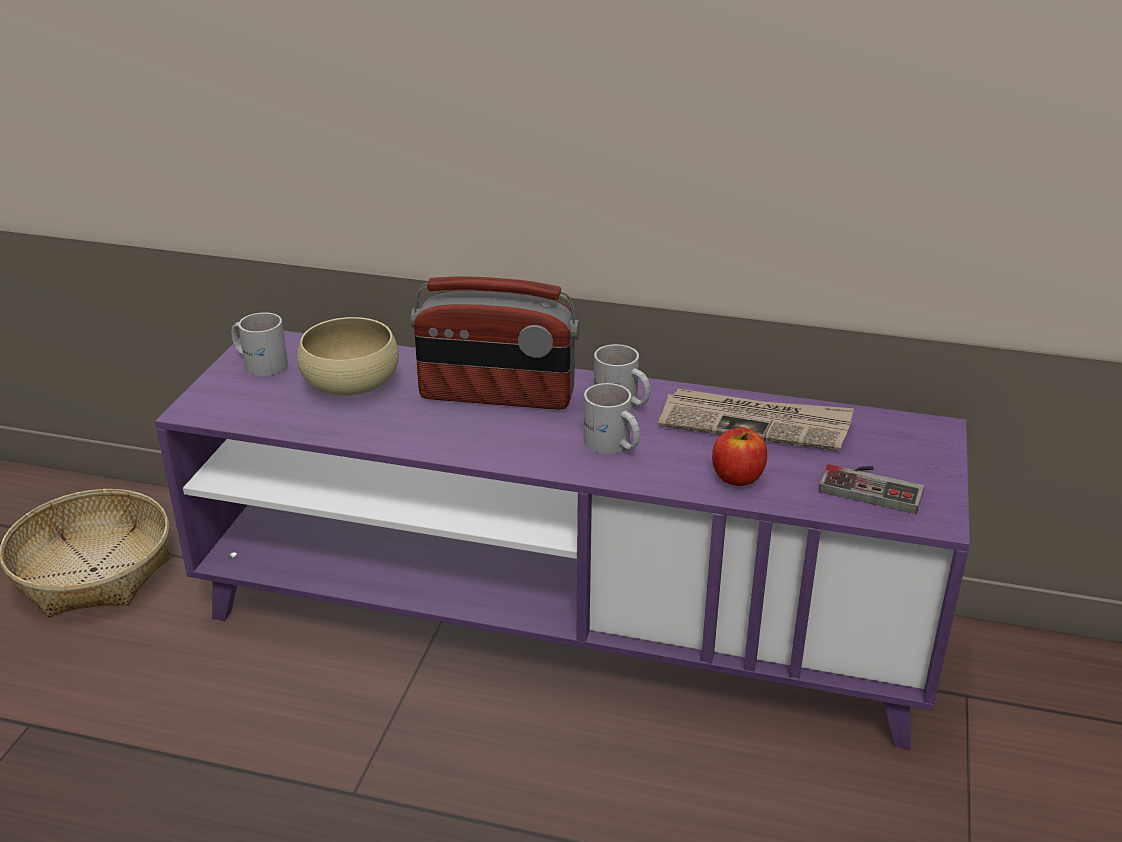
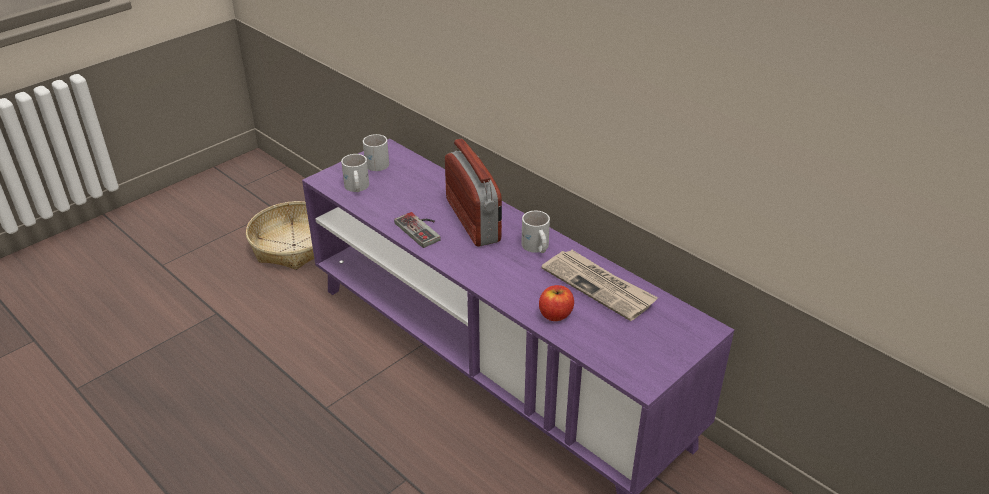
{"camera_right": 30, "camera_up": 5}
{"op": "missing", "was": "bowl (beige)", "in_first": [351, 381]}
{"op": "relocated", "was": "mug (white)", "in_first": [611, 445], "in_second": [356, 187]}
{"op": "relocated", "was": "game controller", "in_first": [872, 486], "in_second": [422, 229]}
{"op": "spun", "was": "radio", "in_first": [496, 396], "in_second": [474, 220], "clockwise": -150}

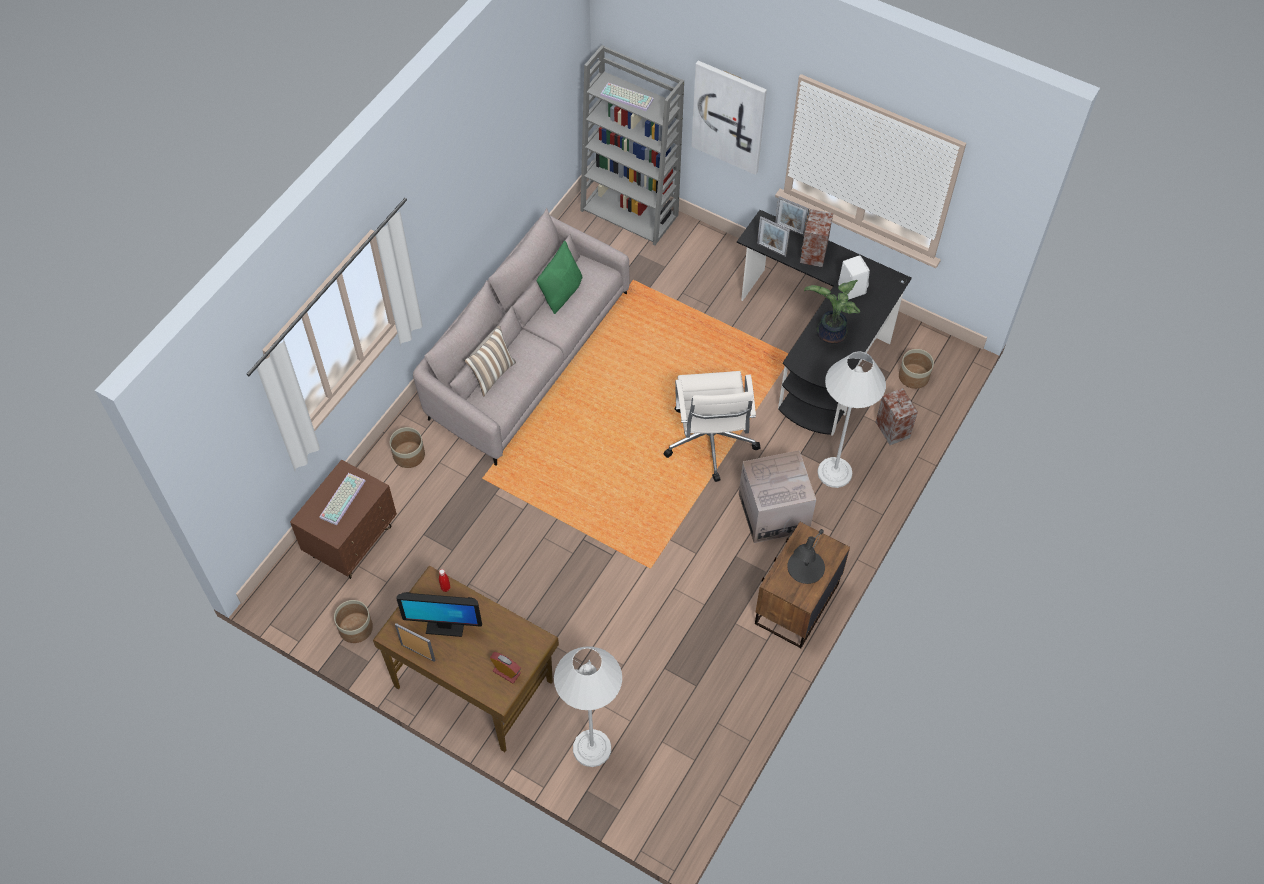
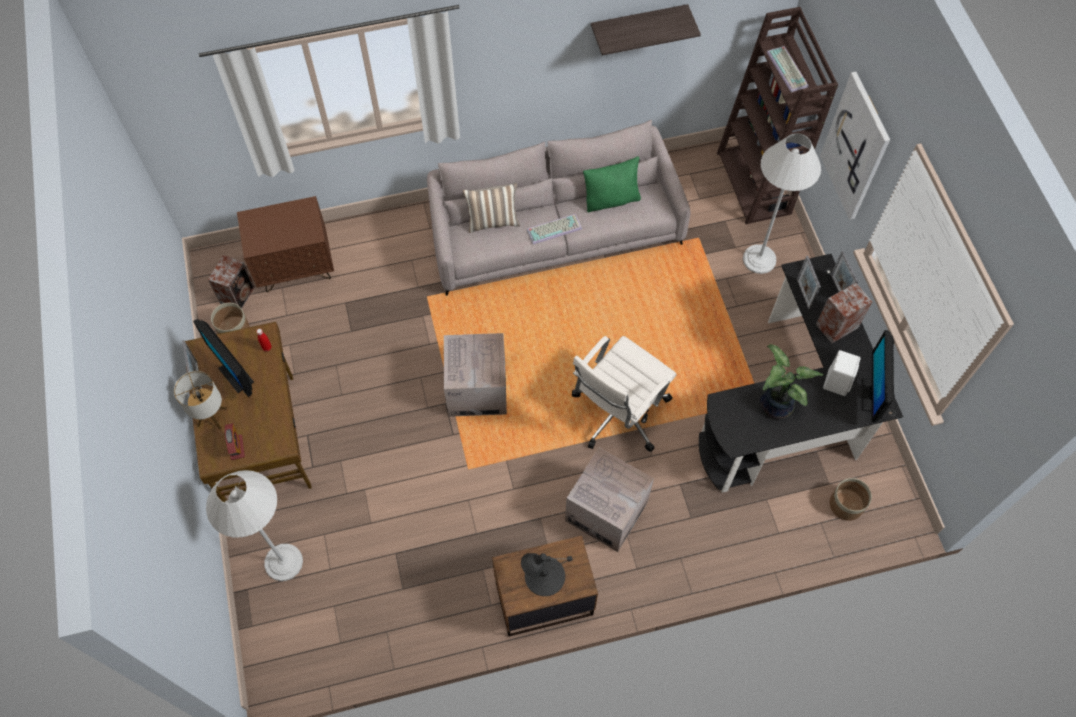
{"camera_right": 45, "camera_up": 5}
{"op": "missing", "was": "planter", "in_first": [409, 455]}
{"op": "appeared", "now": "table lamp", "in_second": [212, 417]}
{"op": "appeared", "now": "cardboard box", "in_second": [477, 389]}
{"op": "appeared", "now": "shelf", "in_second": [638, 25]}
{"op": "appeared", "now": "monitor", "in_second": [872, 395]}
{"op": "relocated", "was": "keyboard", "in_first": [342, 498], "in_second": [554, 228]}
{"op": "relocated", "was": "floor lamp (white)", "in_first": [834, 472], "in_second": [759, 259]}
{"op": "relocated", "was": "speaker", "in_first": [892, 428], "in_second": [238, 294]}
{"op": "colour", "was": "bookcase (grey)", "now": "bookcase (brown)", "in_first": [630, 212], "in_second": [754, 183]}

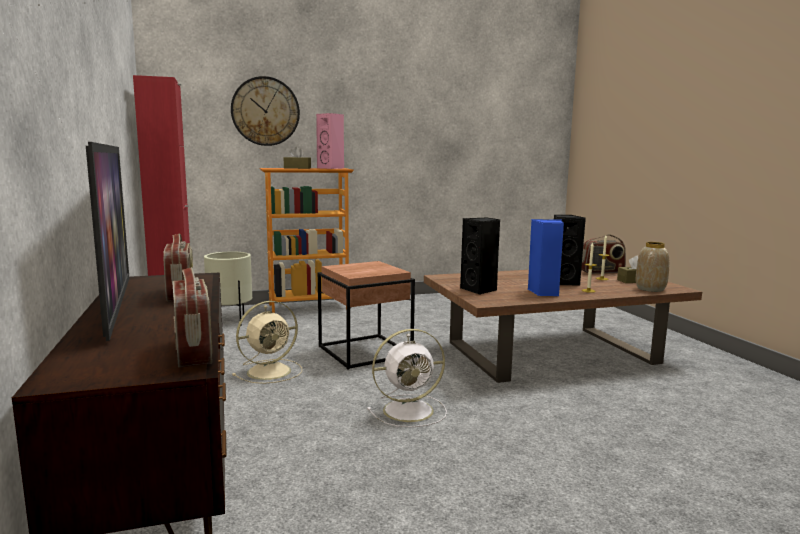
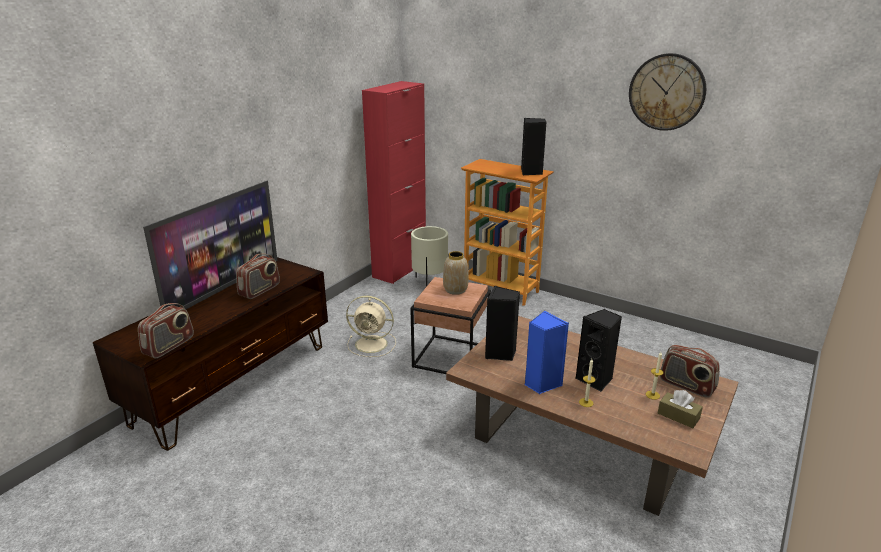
{"camera_right": 50, "camera_up": 15}
{"op": "missing", "was": "tissue box (brown)", "in_first": [297, 168]}
{"op": "missing", "was": "fan (white)", "in_first": [410, 410]}
{"op": "relocated", "was": "wall clock", "in_first": [265, 111], "in_second": [666, 92]}
{"op": "relocated", "was": "vase", "in_first": [651, 289], "in_second": [455, 290]}
{"op": "colour", "was": "speaker (pink)", "now": "speaker (black)", "in_first": [331, 168], "in_second": [531, 172]}

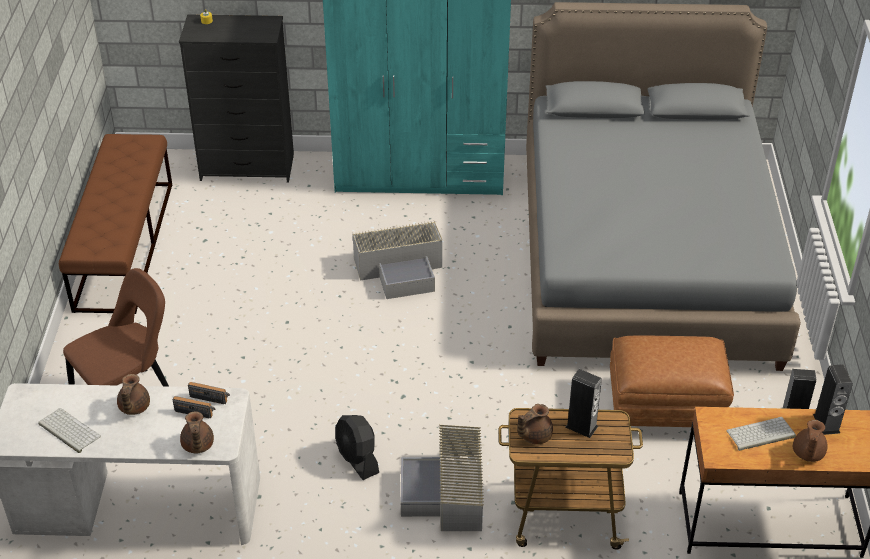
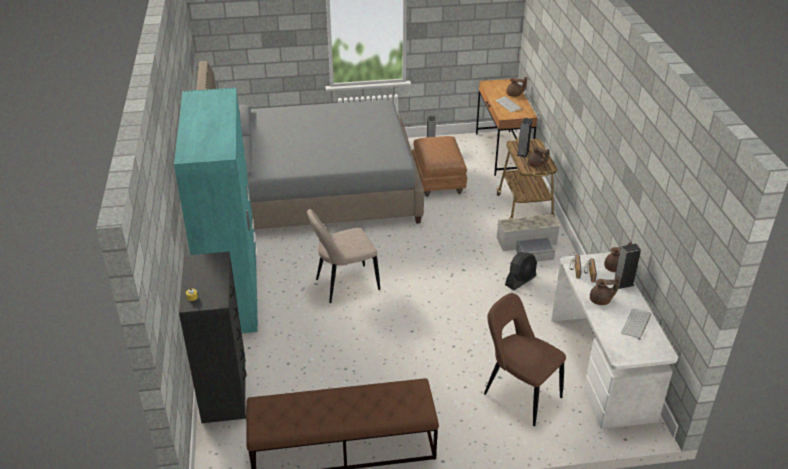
{"camera_right": -100, "camera_up": -5}
{"op": "relocated", "was": "speaker", "in_first": [826, 423], "in_second": [623, 283]}
{"op": "exchanged", "was": "storage box (grey)", "now": "chair (beige)", "in_first": [401, 269], "in_second": [344, 285]}

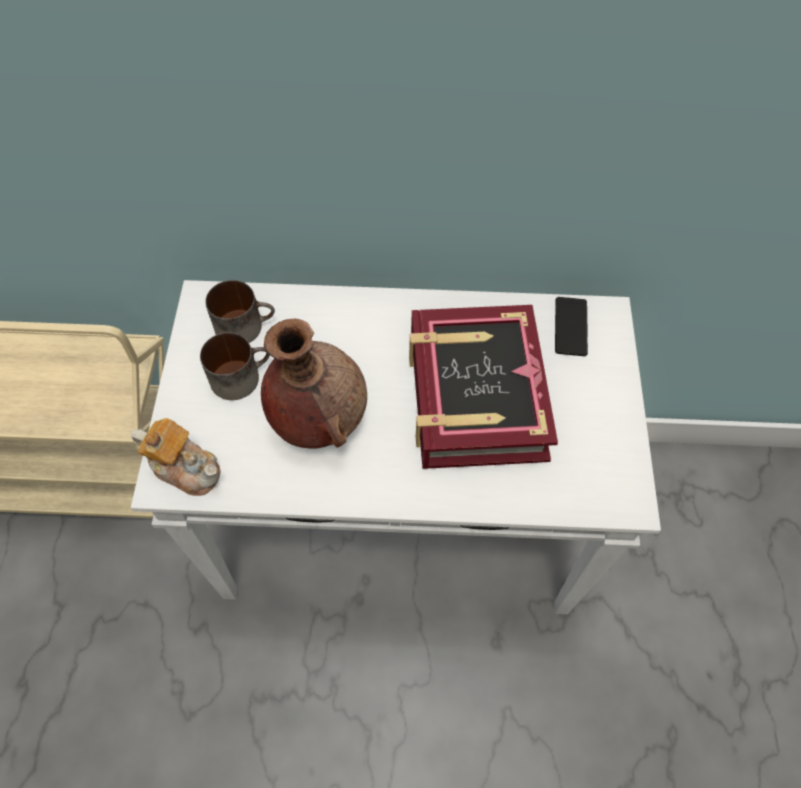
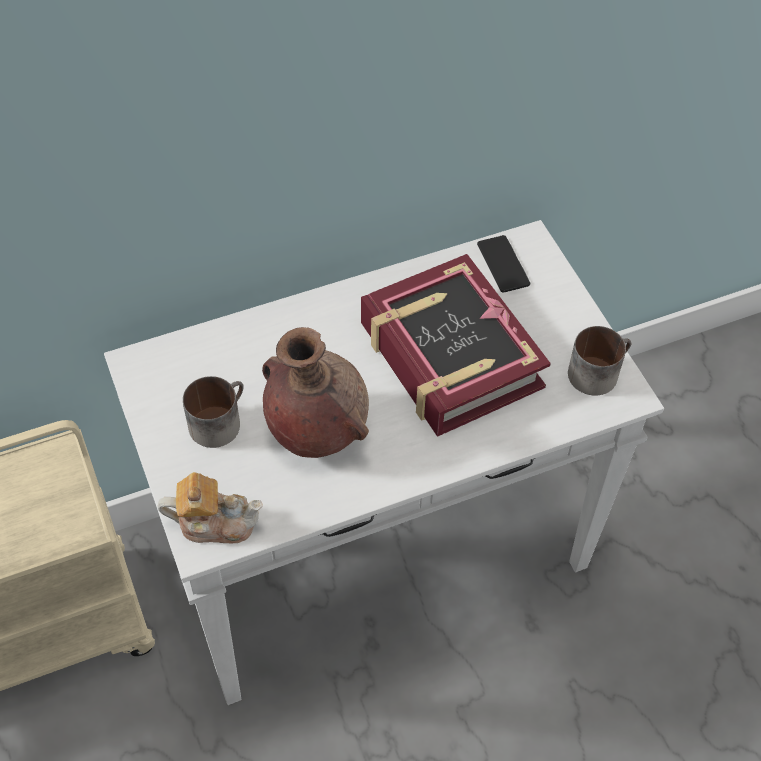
{"camera_right": -25, "camera_up": -5}
{"op": "relocated", "was": "mug", "in_first": [245, 325], "in_second": [597, 371]}

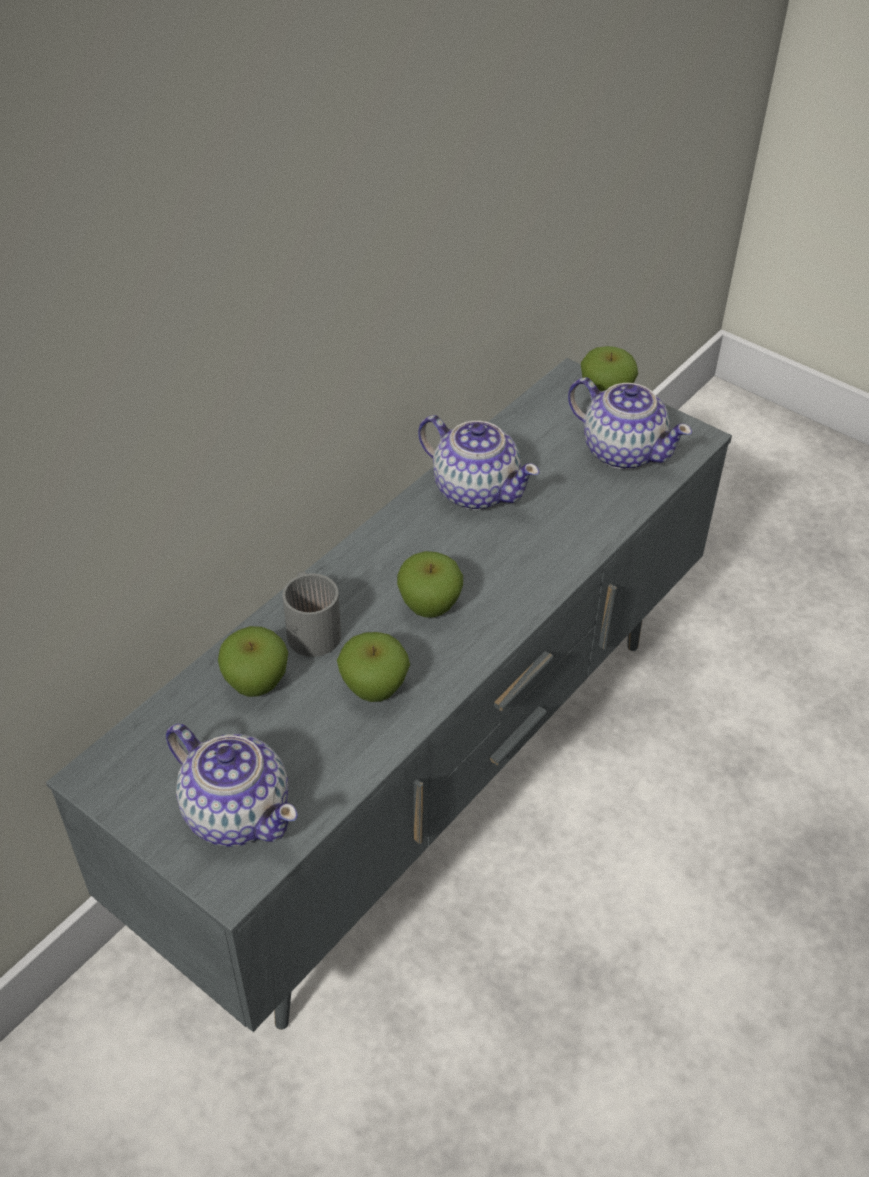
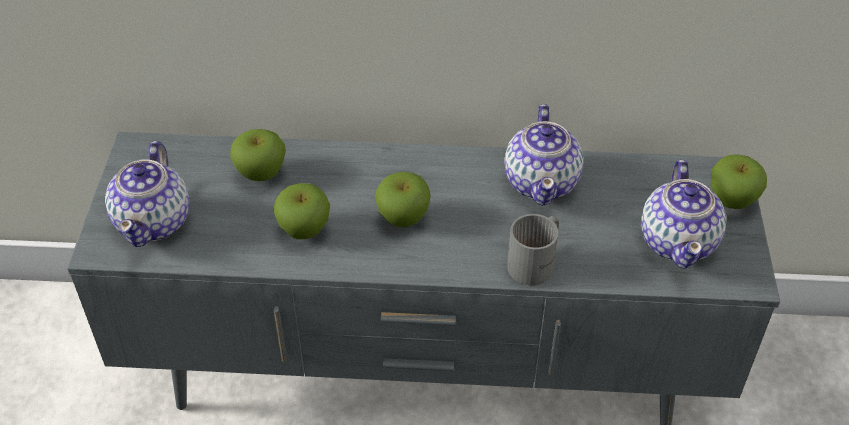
{"camera_right": 55, "camera_up": 0}
{"op": "relocated", "was": "mug (grey)", "in_first": [313, 627], "in_second": [537, 262]}

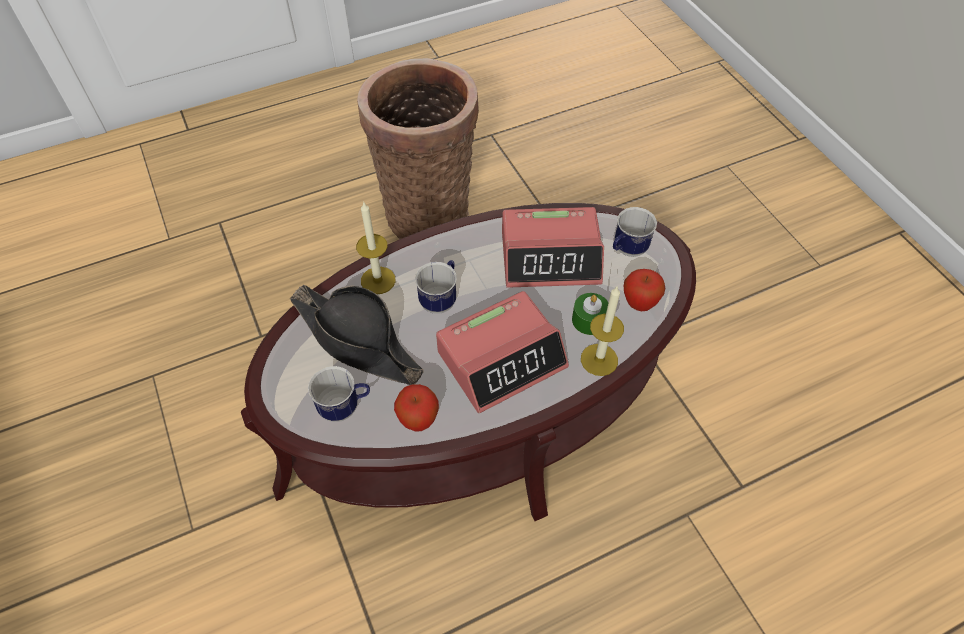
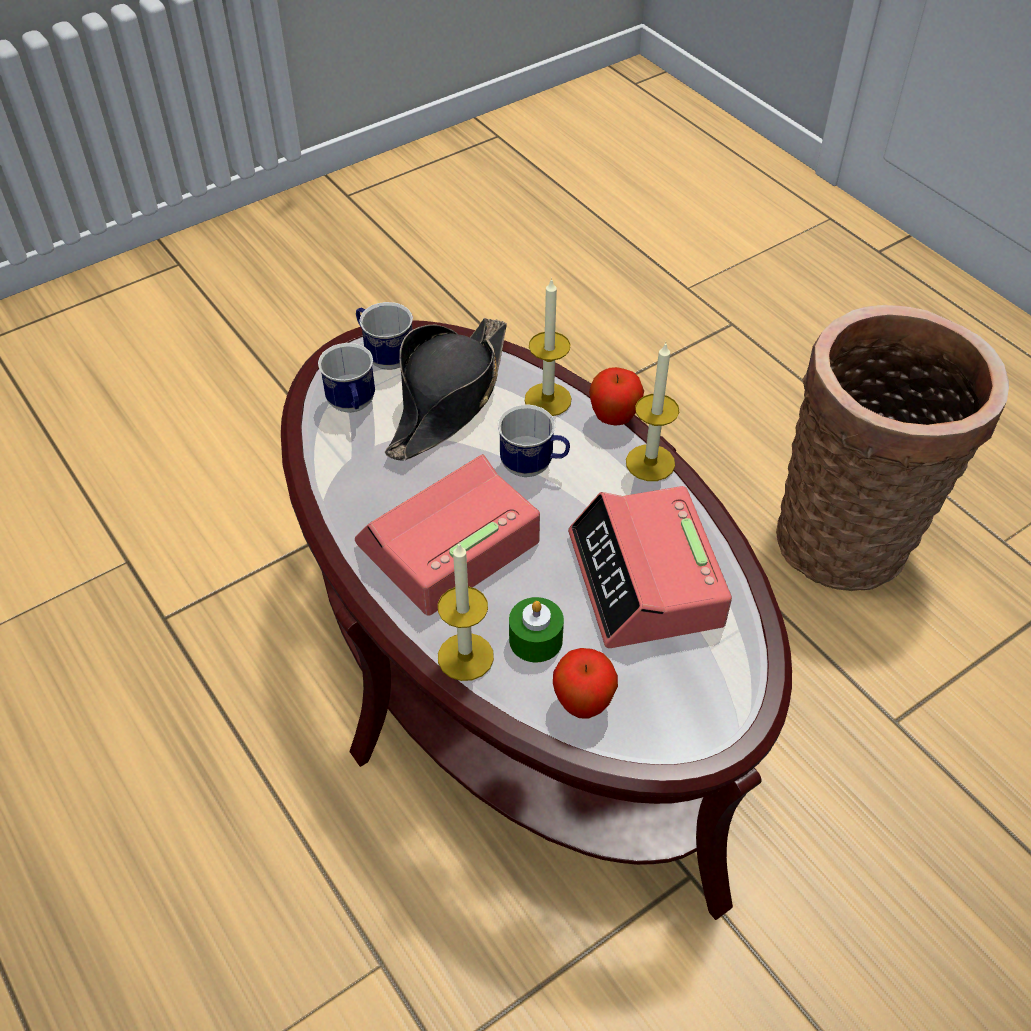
{"camera_right": 80, "camera_up": -5}
{"op": "appeared", "now": "candle", "in_second": [650, 463]}
{"op": "relocated", "was": "apple", "in_first": [418, 420], "in_second": [613, 419]}
{"op": "relocated", "was": "mug", "in_first": [626, 250], "in_second": [384, 356]}
{"op": "spun", "was": "alarm clock", "in_first": [502, 359], "in_second": [447, 545], "clockwise": 90}

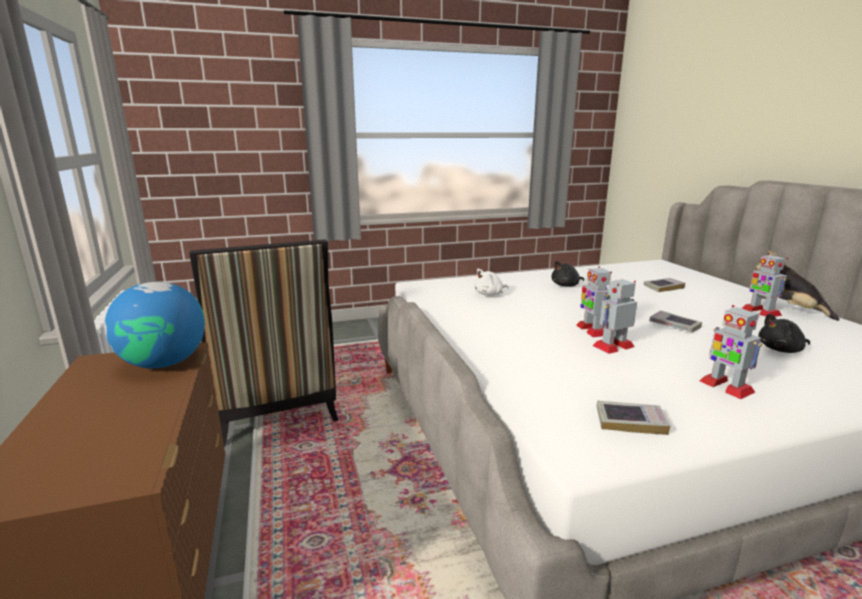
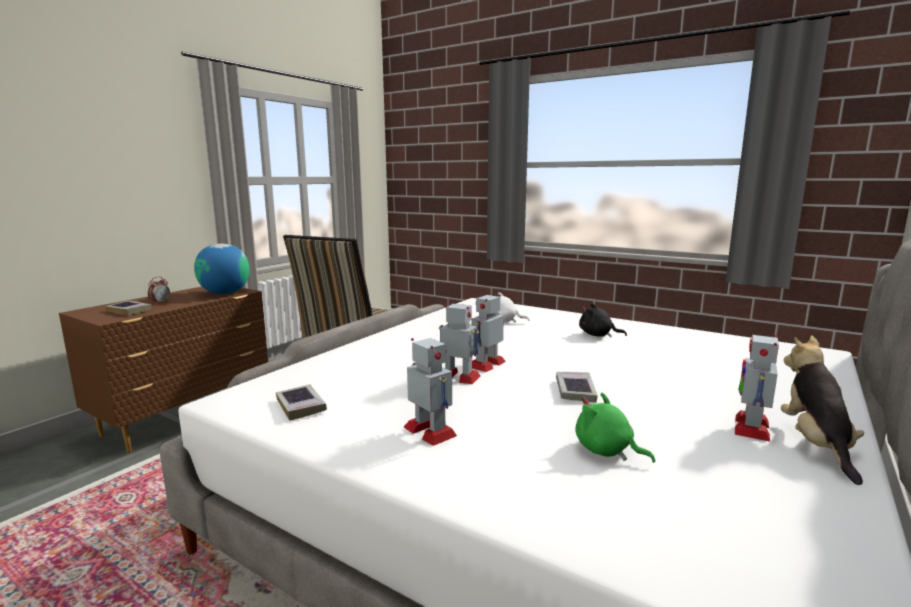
{"camera_right": 50, "camera_up": -5}
{"op": "appeared", "now": "alarm clock", "in_second": [160, 303]}
{"op": "relocated", "was": "book", "in_first": [663, 287], "in_second": [129, 311]}
{"op": "colour", "was": "plush toy (black)", "now": "plush toy (green)", "in_first": [781, 350], "in_second": [606, 451]}
{"op": "spun", "was": "toy robot", "in_first": [725, 386], "in_second": [430, 431], "clockwise": 120}

